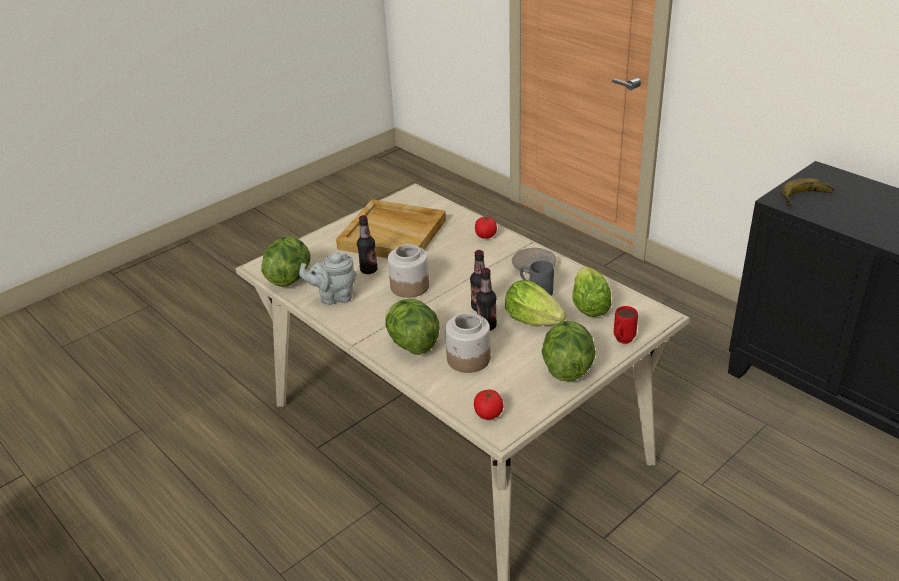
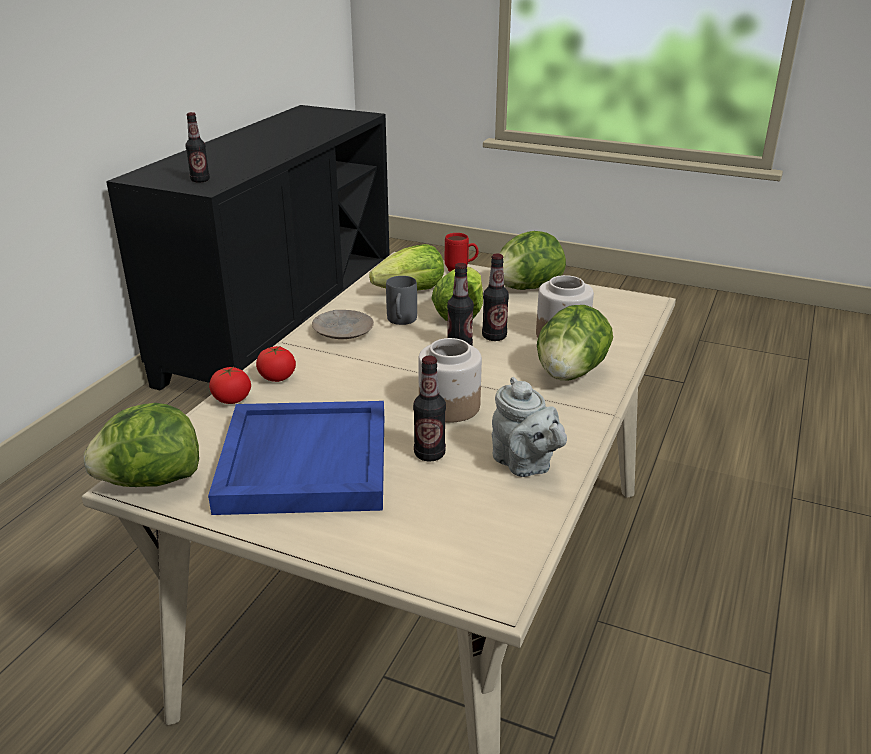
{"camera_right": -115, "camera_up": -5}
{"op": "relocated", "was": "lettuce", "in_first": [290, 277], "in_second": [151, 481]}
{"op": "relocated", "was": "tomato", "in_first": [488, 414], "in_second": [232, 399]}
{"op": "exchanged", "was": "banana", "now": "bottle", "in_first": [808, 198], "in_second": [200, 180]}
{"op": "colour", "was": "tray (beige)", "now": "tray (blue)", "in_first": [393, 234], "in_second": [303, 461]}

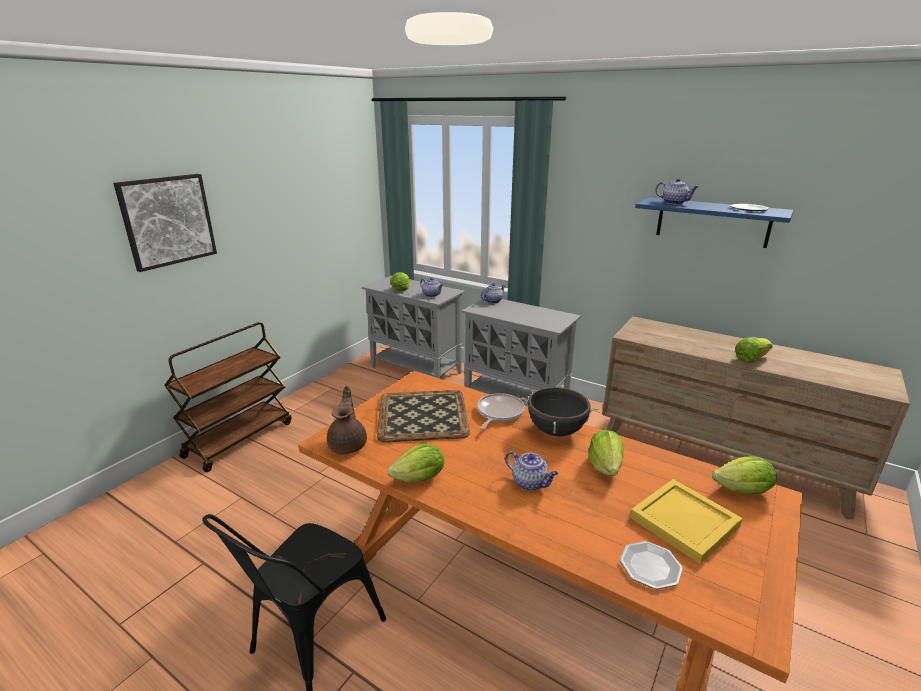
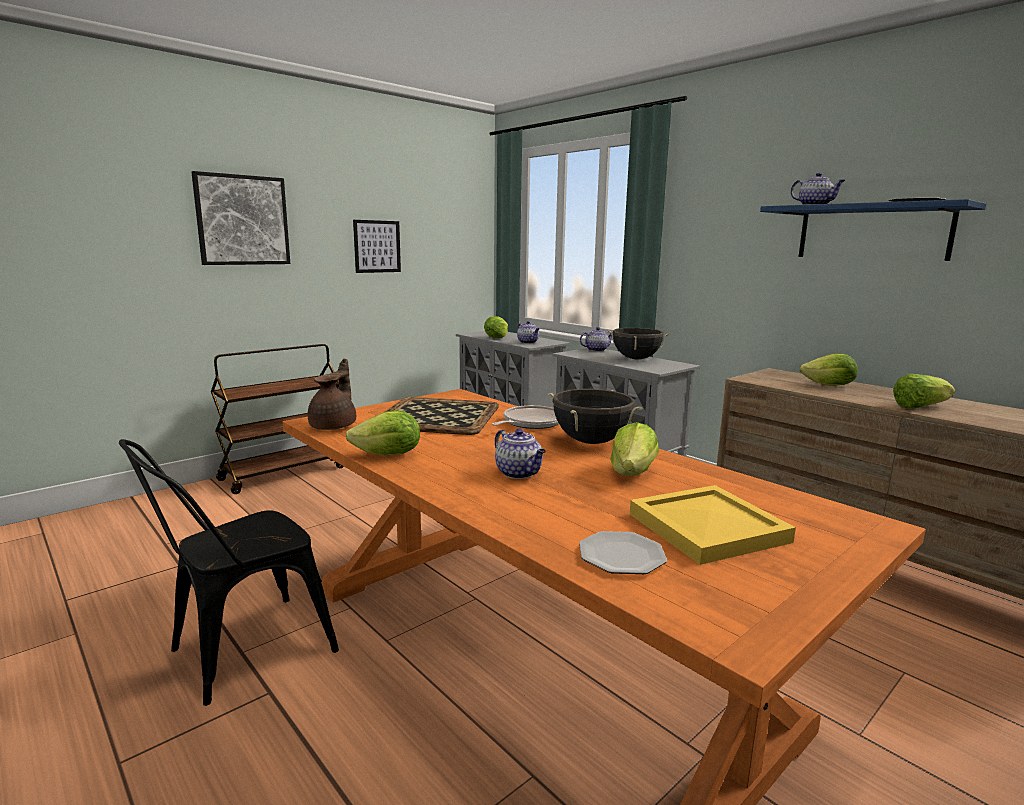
{"camera_right": 15, "camera_up": -10}
{"op": "appeared", "now": "picture", "in_second": [377, 246]}
{"op": "appeared", "now": "cooking pot (black)", "in_second": [636, 359]}
{"op": "relocated", "was": "lettuce", "in_first": [743, 490], "in_second": [829, 385]}

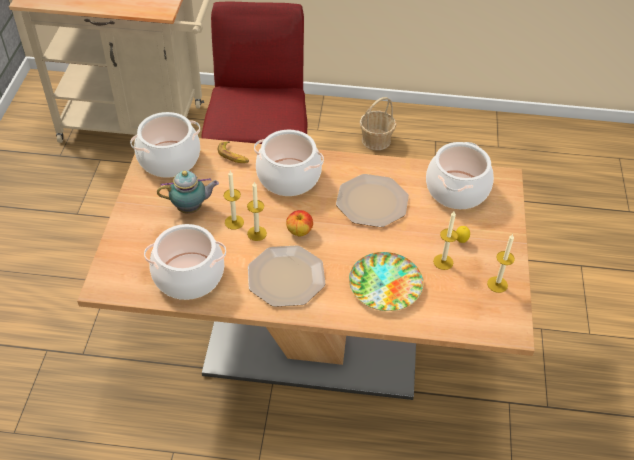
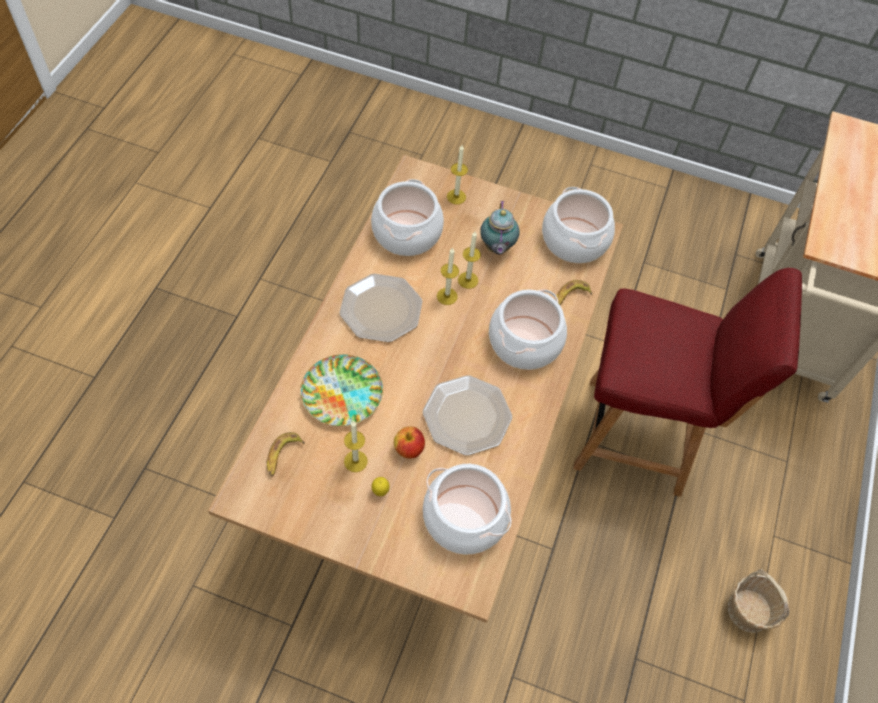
{"camera_right": 100, "camera_up": 10}
{"op": "appeared", "now": "banana", "in_second": [283, 456]}
{"op": "relocated", "was": "apple", "in_first": [299, 231], "in_second": [409, 449]}
{"op": "relocated", "was": "candle", "in_first": [497, 284], "in_second": [456, 197]}

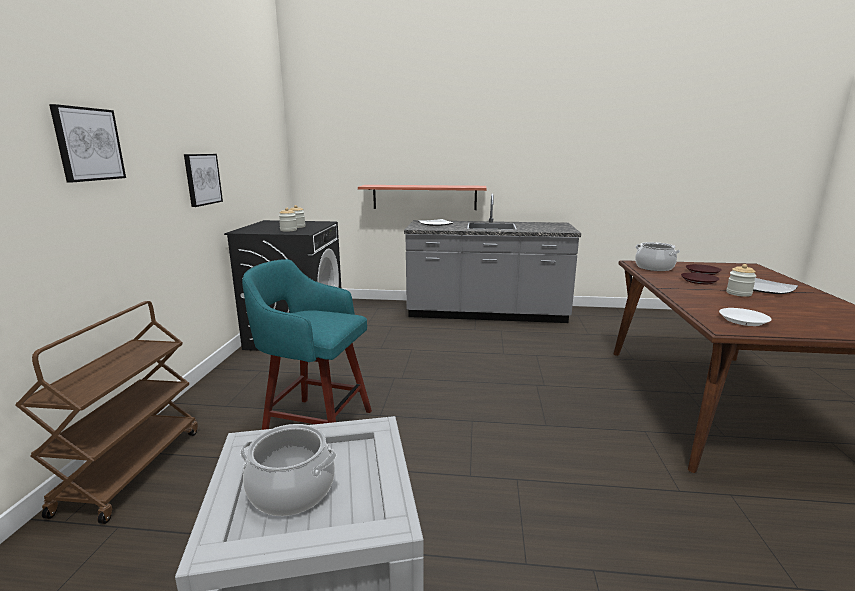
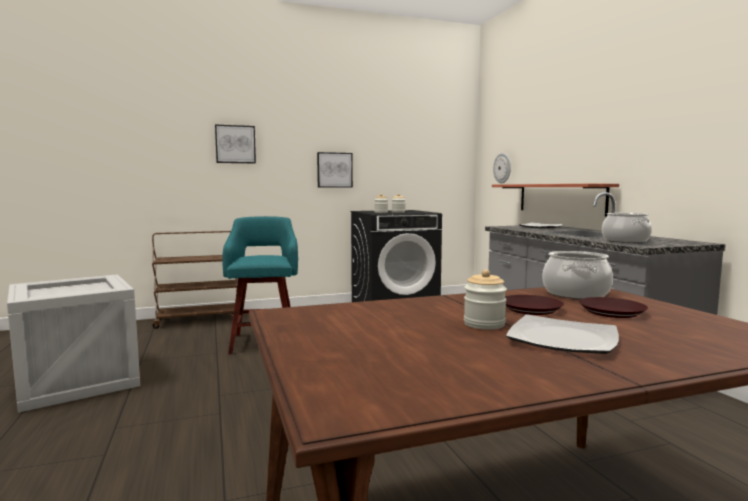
{"camera_right": 65, "camera_up": -10}
{"op": "missing", "was": "plate (white)", "in_first": [743, 320]}
{"op": "appeared", "now": "wall clock", "in_second": [502, 168]}
{"op": "relocated", "was": "cooking pot", "in_first": [292, 490], "in_second": [625, 240]}

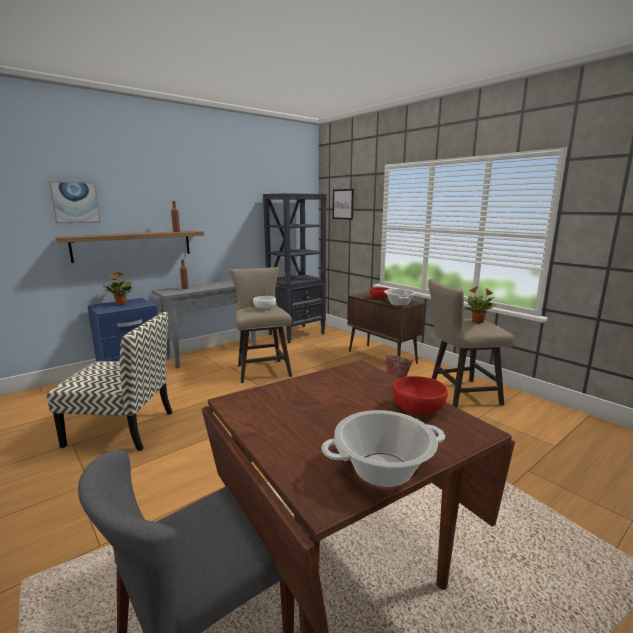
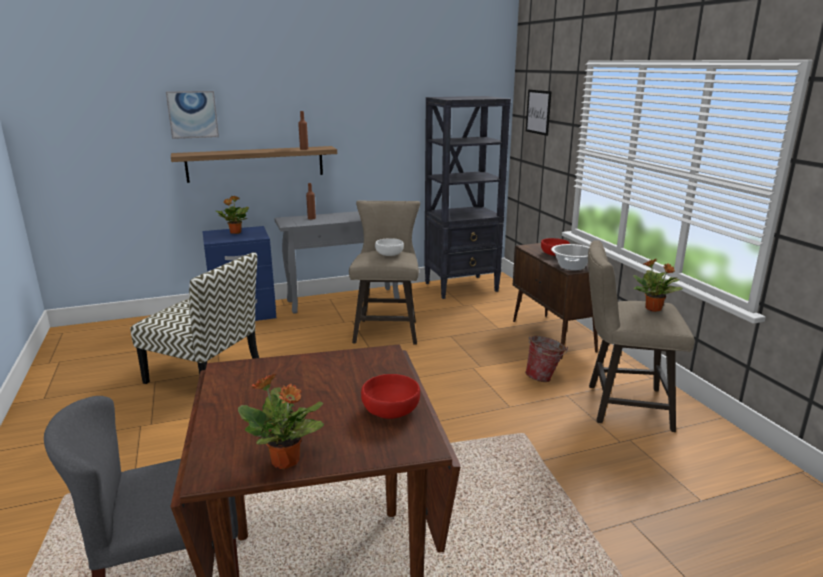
{"camera_right": 20, "camera_up": 5}
{"op": "exchanged", "was": "cooking pot", "now": "potted plant", "in_first": [383, 470], "in_second": [286, 461]}

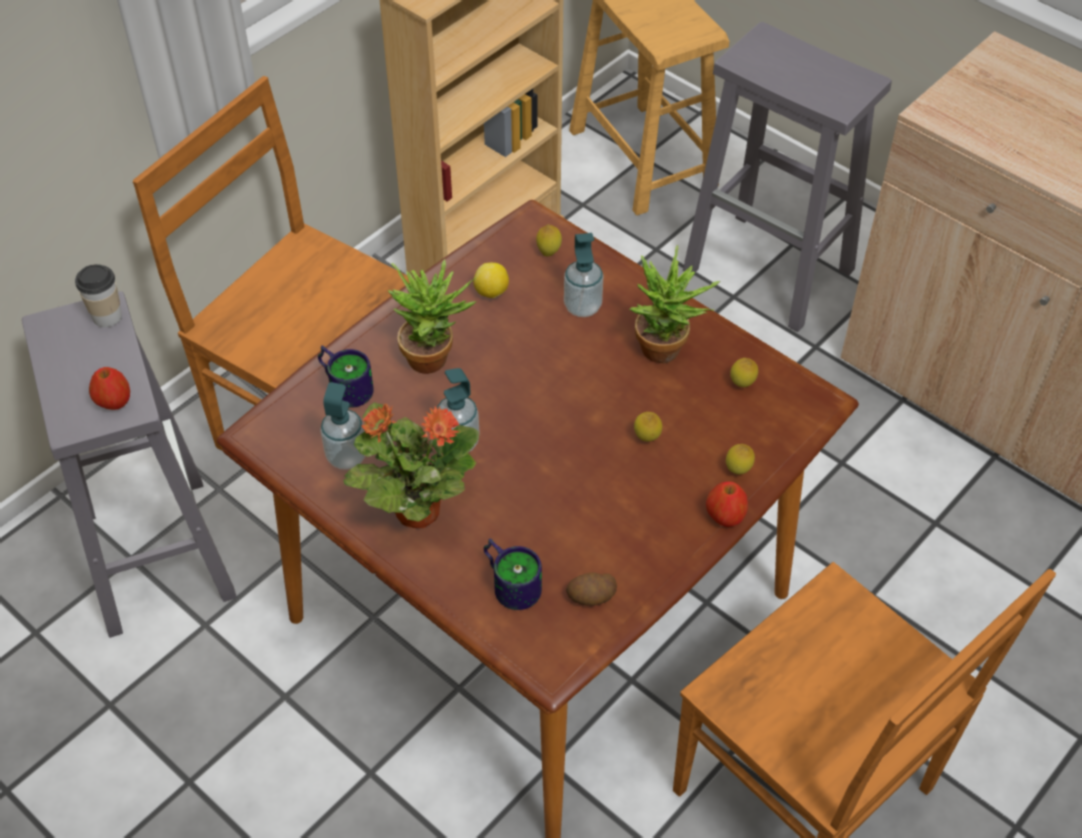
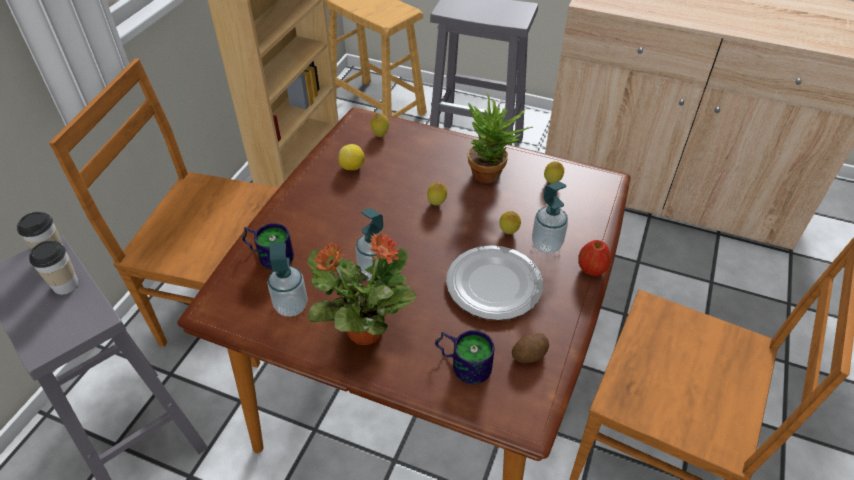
{"camera_right": -20, "camera_up": -5}
{"op": "missing", "was": "apple", "in_first": [114, 403]}
{"op": "missing", "was": "potted plant", "in_first": [435, 357]}
{"op": "appeared", "now": "cup", "in_second": [65, 285]}
{"op": "appeared", "now": "plate", "in_second": [495, 284]}
{"op": "relocated", "was": "soap dispenser", "in_first": [582, 306], "in_second": [546, 245]}
{"op": "relocated", "was": "lemon", "in_first": [738, 471], "in_second": [436, 204]}

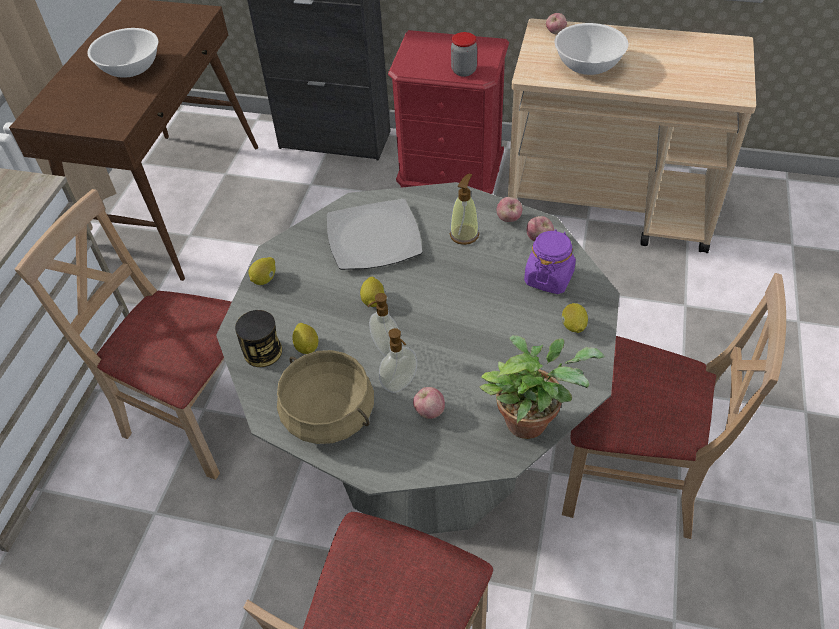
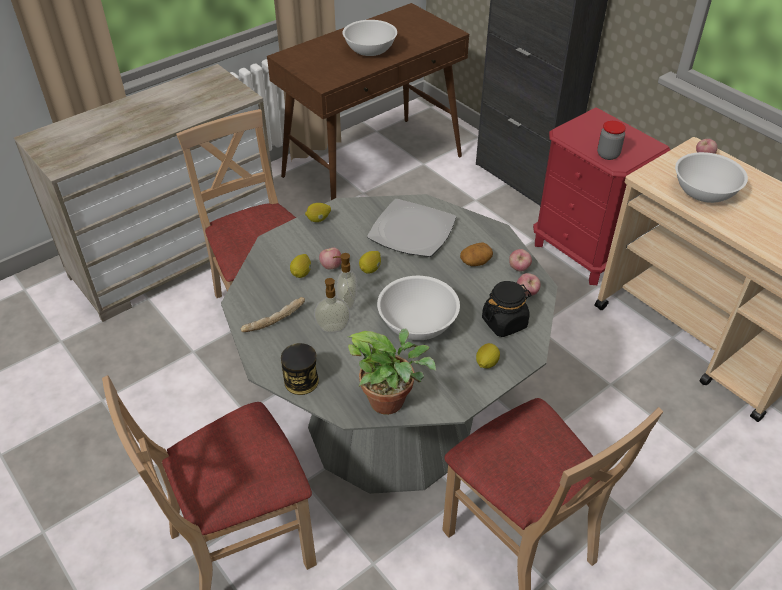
{"camera_right": 35, "camera_up": -5}
{"op": "appeared", "now": "bowl (white)", "in_second": [417, 325]}
{"op": "relocated", "was": "can", "in_first": [263, 351], "in_second": [301, 381]}
{"op": "relocated", "was": "apple", "in_first": [429, 411], "in_second": [331, 266]}
{"op": "exchanged", "was": "cooking pot (beige)", "now": "bread", "in_first": [329, 413], "in_second": [273, 319]}
{"op": "exchanged", "was": "soap dispenser", "now": "potato", "in_first": [464, 234], "in_second": [475, 262]}
{"op": "colour", "was": "jar (purple)", "now": "jar (black)", "in_first": [548, 278], "in_second": [504, 322]}

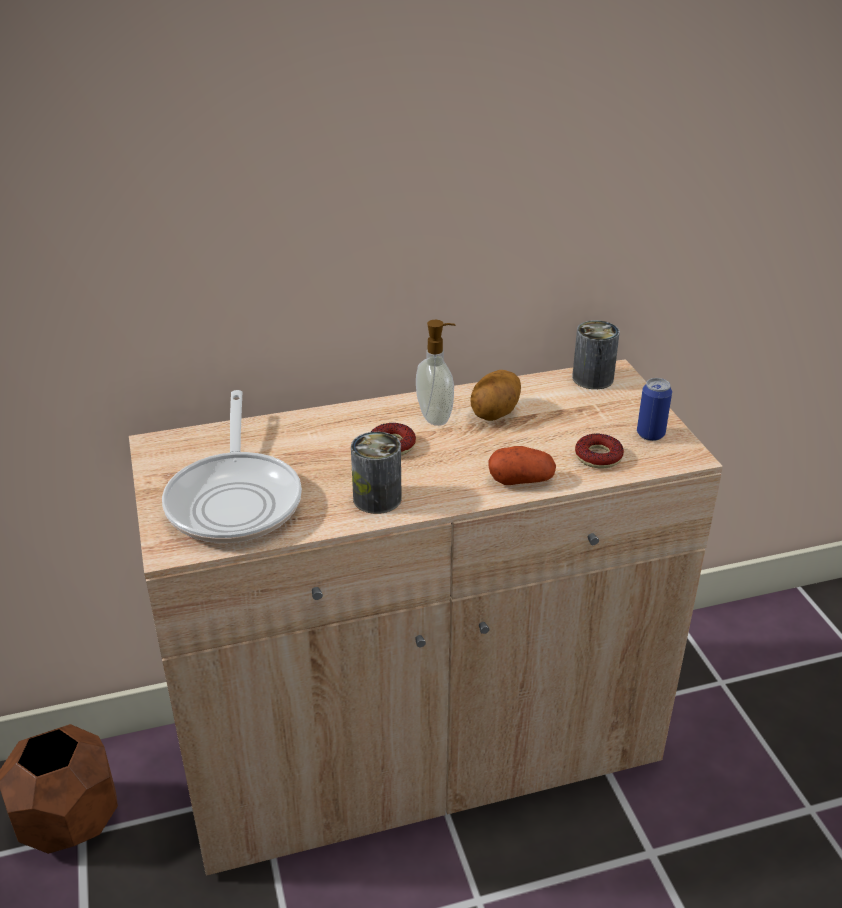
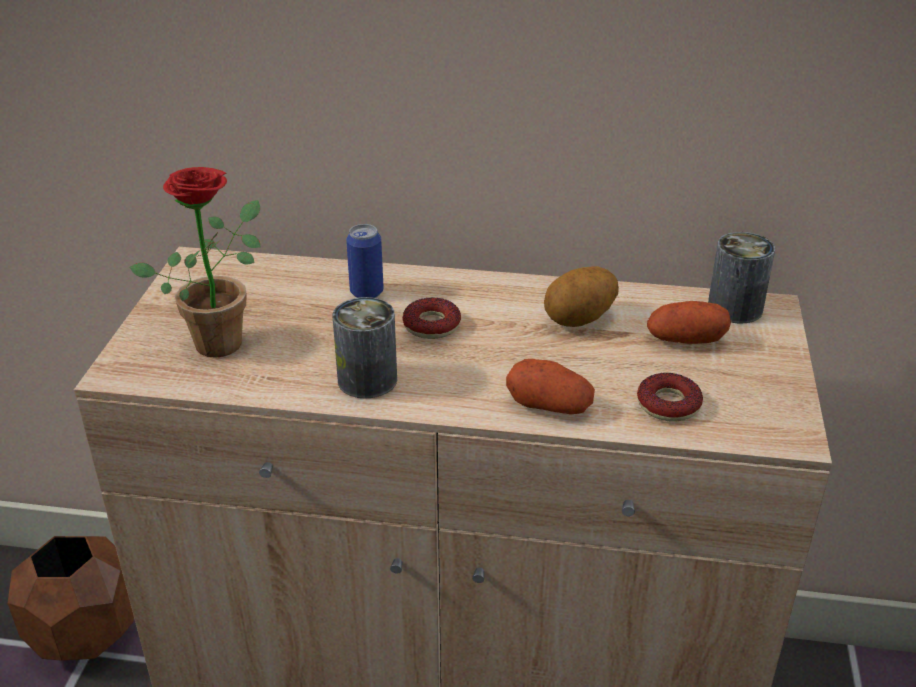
{"camera_right": 25, "camera_up": 0}
{"op": "missing", "was": "soap dispenser", "in_first": [436, 416]}
{"op": "appeared", "now": "potato", "in_second": [685, 340]}
{"op": "relocated", "was": "can", "in_first": [650, 434], "in_second": [366, 292]}
{"op": "exchanged", "was": "frying pan", "now": "potted plant", "in_first": [235, 498], "in_second": [223, 338]}

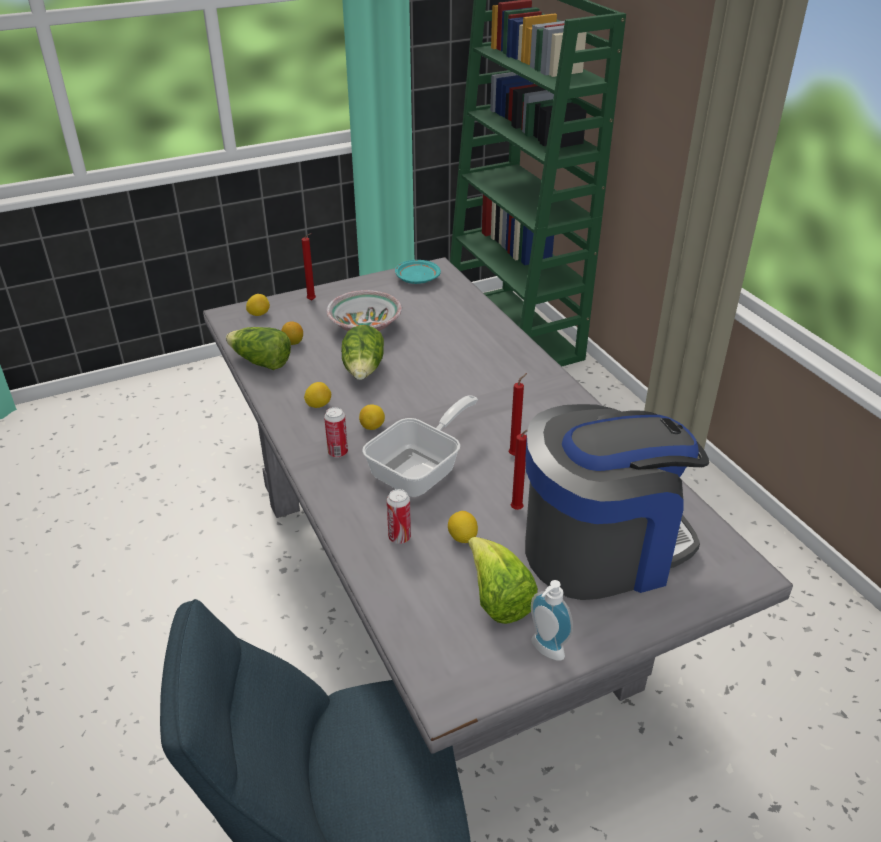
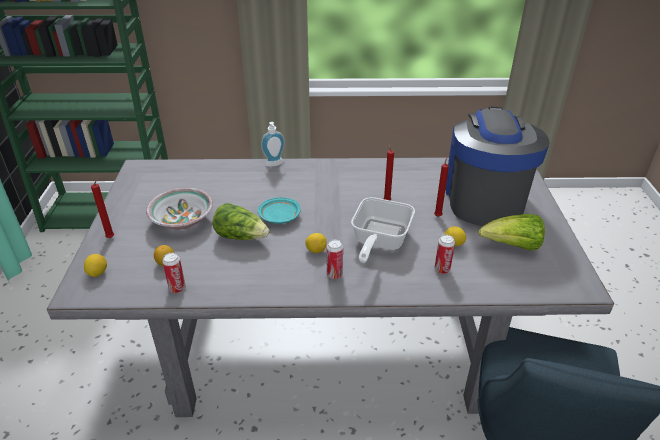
{"camera_right": -65, "camera_up": 0}
{"op": "missing", "was": "lemon", "in_first": [318, 405]}
{"op": "relocated", "was": "plate (turquoise)", "in_first": [417, 279], "in_second": [279, 217]}
{"op": "relocated", "was": "soap dispenser", "in_first": [544, 651], "in_second": [275, 165]}
{"op": "exchanged", "was": "lettuce", "now": "can", "in_first": [261, 362], "in_second": [177, 288]}
{"op": "spun", "was": "frying pan", "in_first": [421, 470], "in_second": [378, 242], "clockwise": -135}

